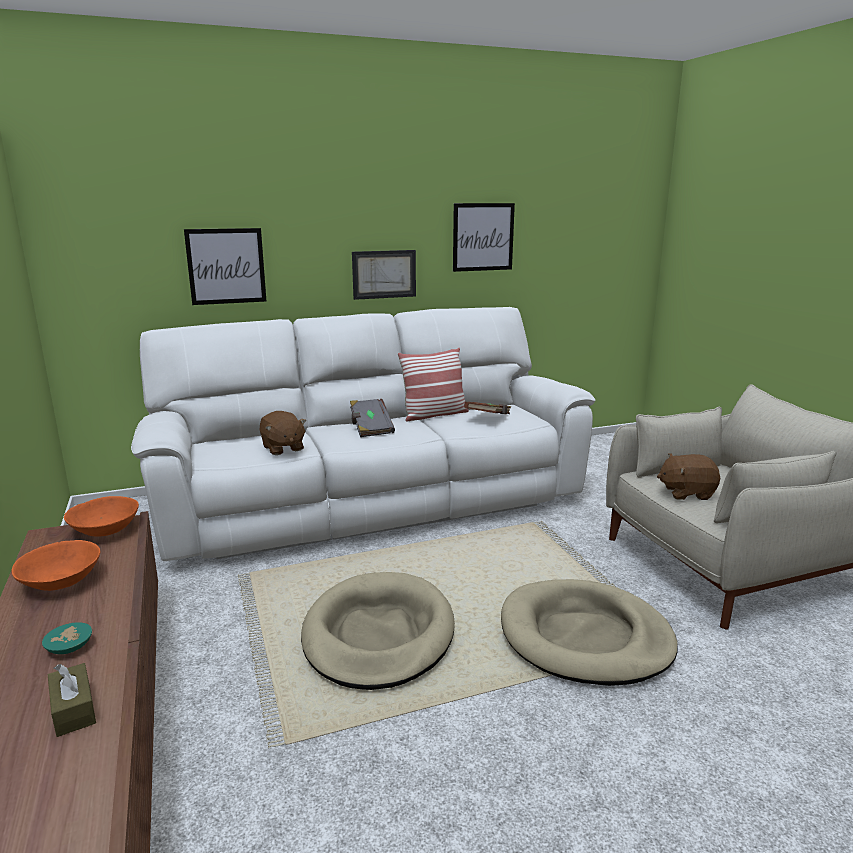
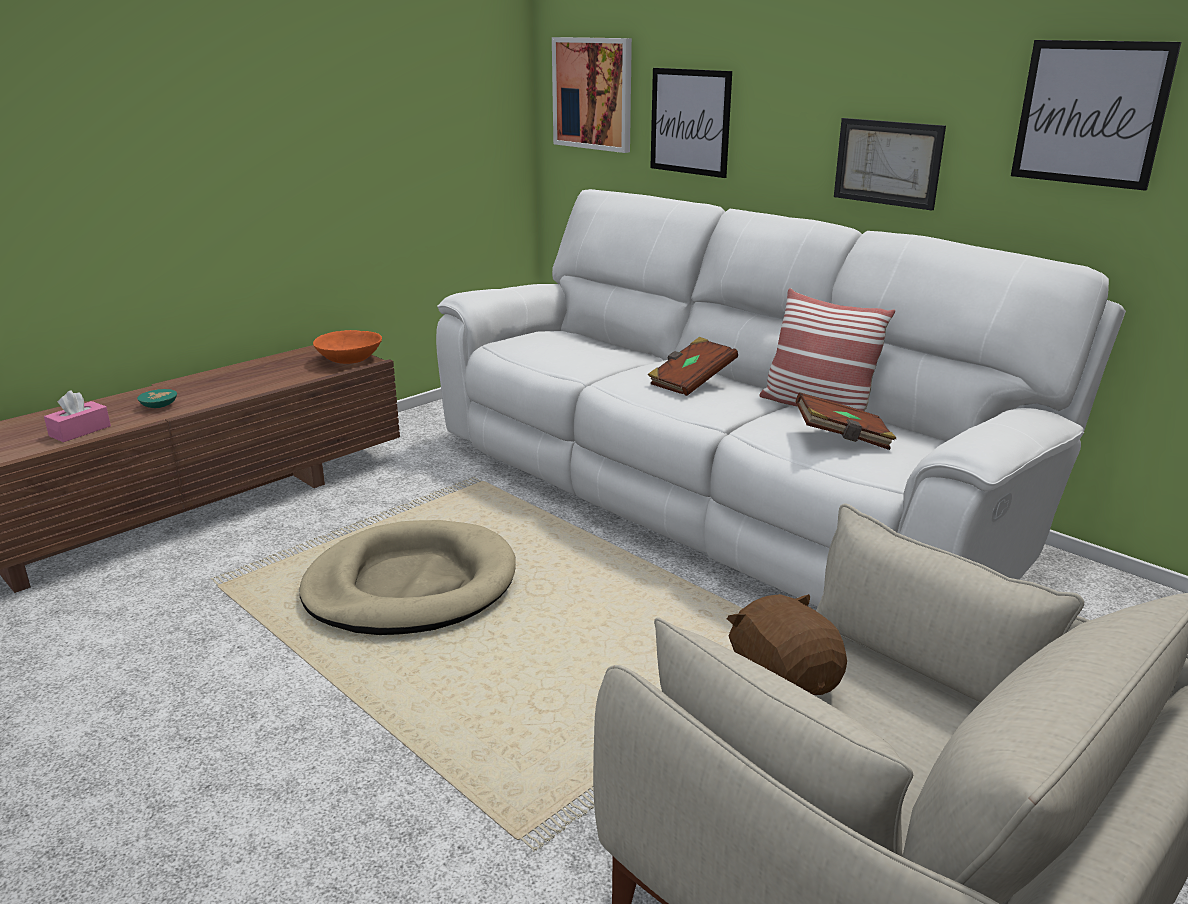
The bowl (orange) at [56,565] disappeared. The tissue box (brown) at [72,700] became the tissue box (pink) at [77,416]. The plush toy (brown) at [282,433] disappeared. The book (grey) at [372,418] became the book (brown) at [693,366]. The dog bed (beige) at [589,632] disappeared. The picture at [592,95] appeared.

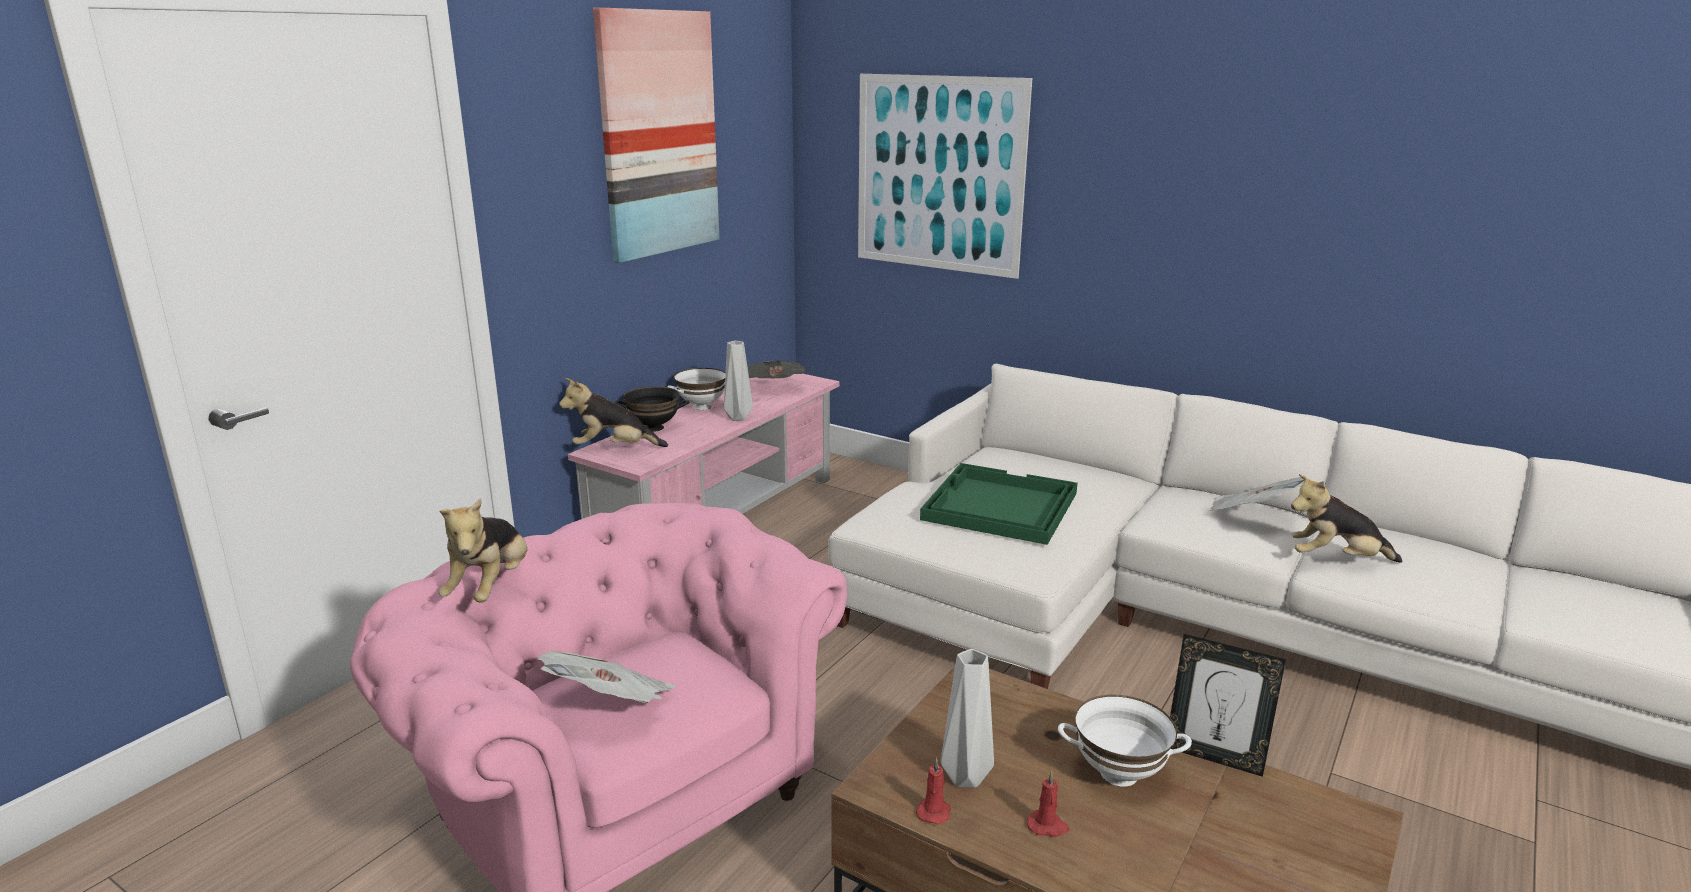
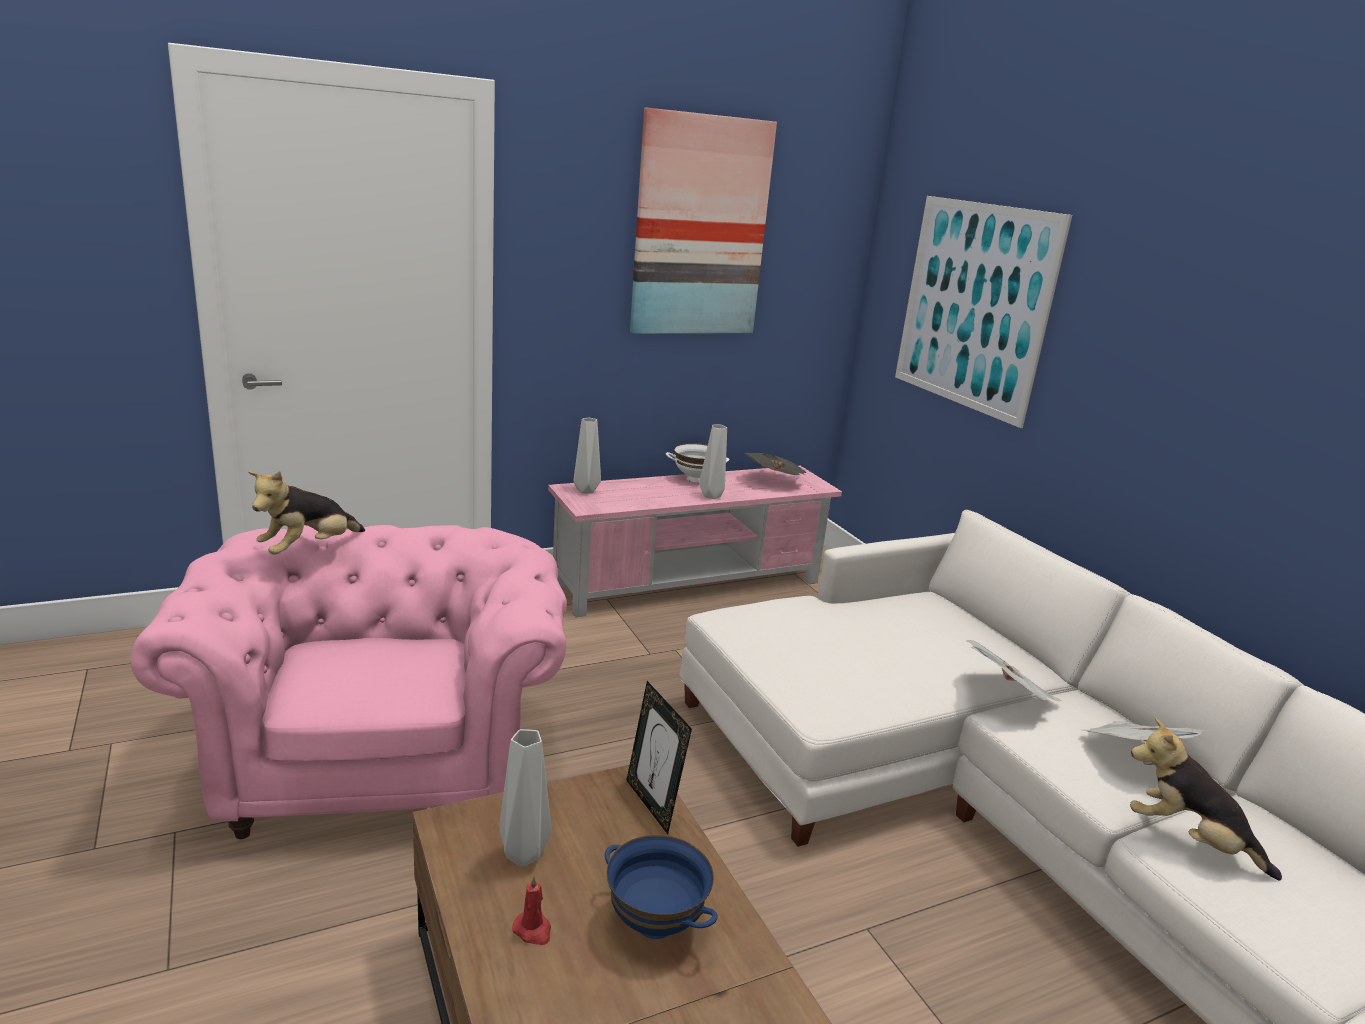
The newspaper moved from [607,677] to [1013,671]. The plush toy at [613,412] was replaced by the vase (grey) at [587,455]. The bowl (black) at [652,409] disappeared. The candle (red) at [933,791] disappeared. The tray (green) at [998,504] disappeared. The bowl (white) at [1125,741] became the bowl (blue) at [661,887]. The picture frame moved from [1228,705] to [659,757].

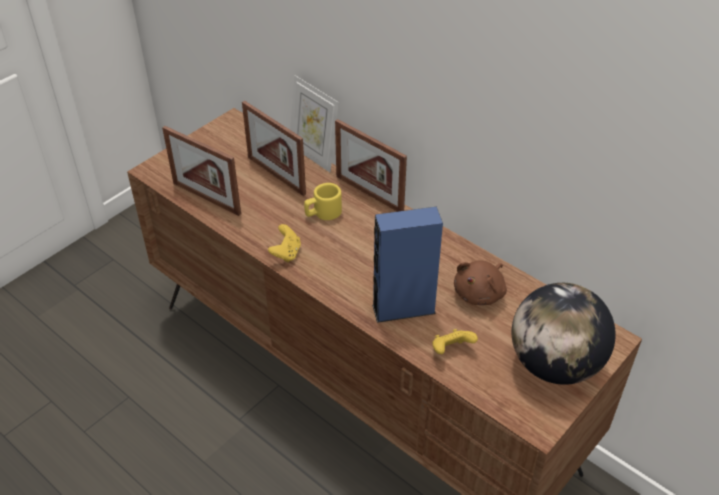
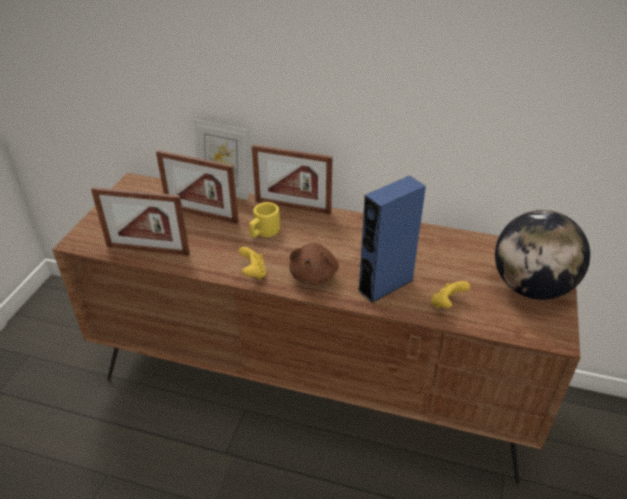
The plush toy (brown) moved from [480,282] to [314,263].

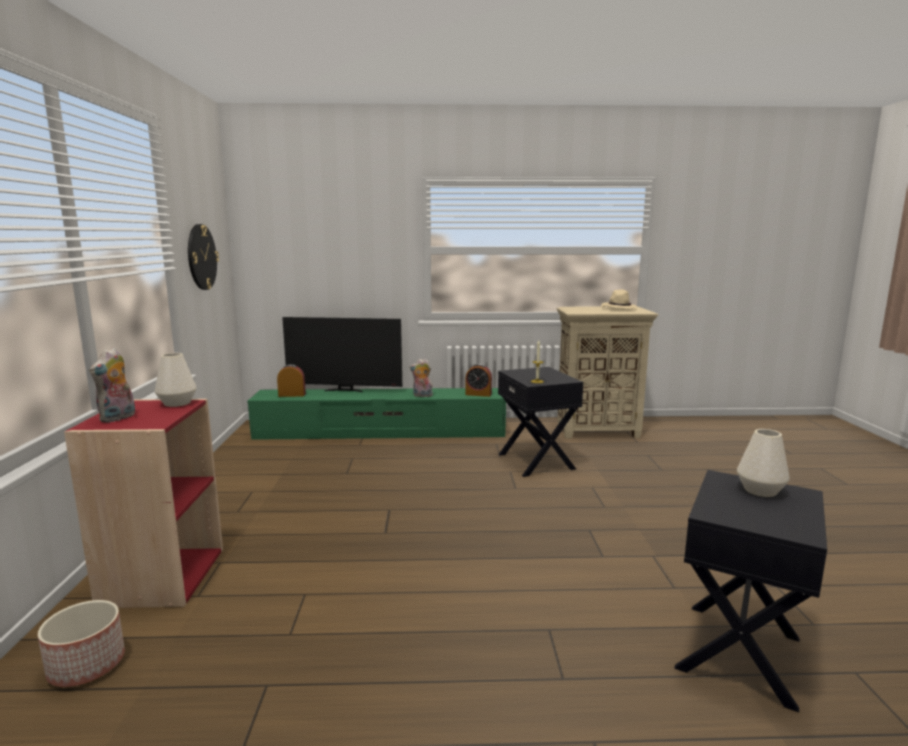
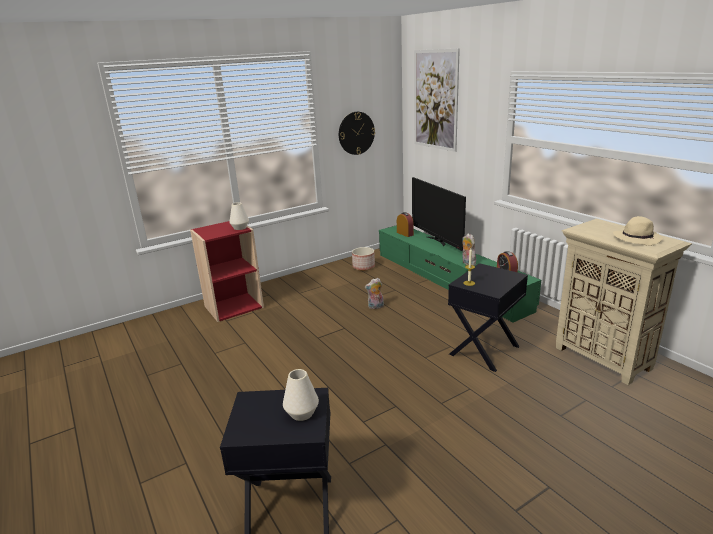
The planter moved from [81,643] to [363,259]. The plush toy moved from [112,385] to [374,293]. The picture at [437,100] appeared.

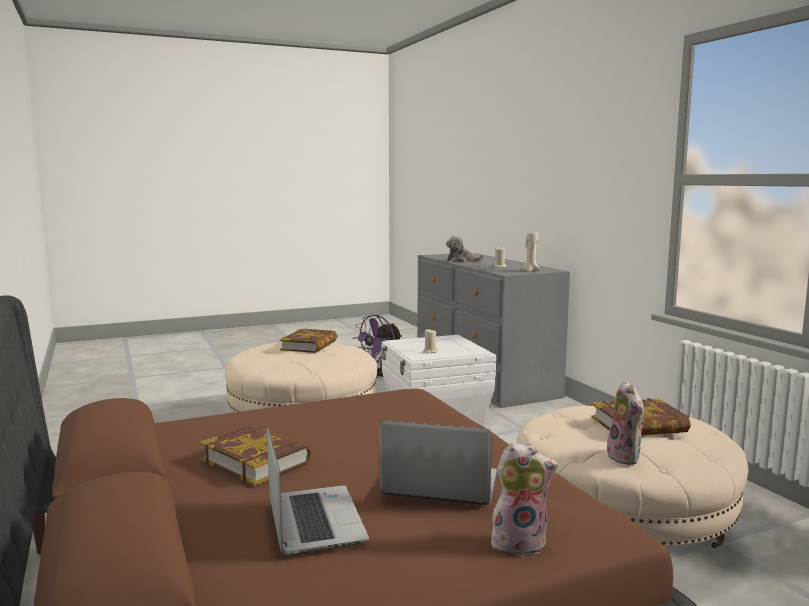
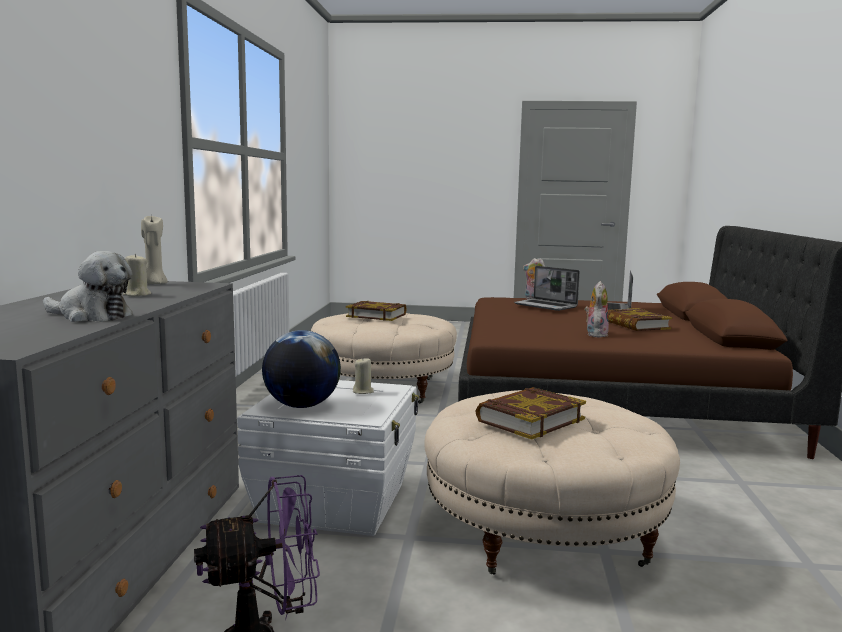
The plush toy moved from [625,423] to [597,309]. The globe at [301,369] appeared.

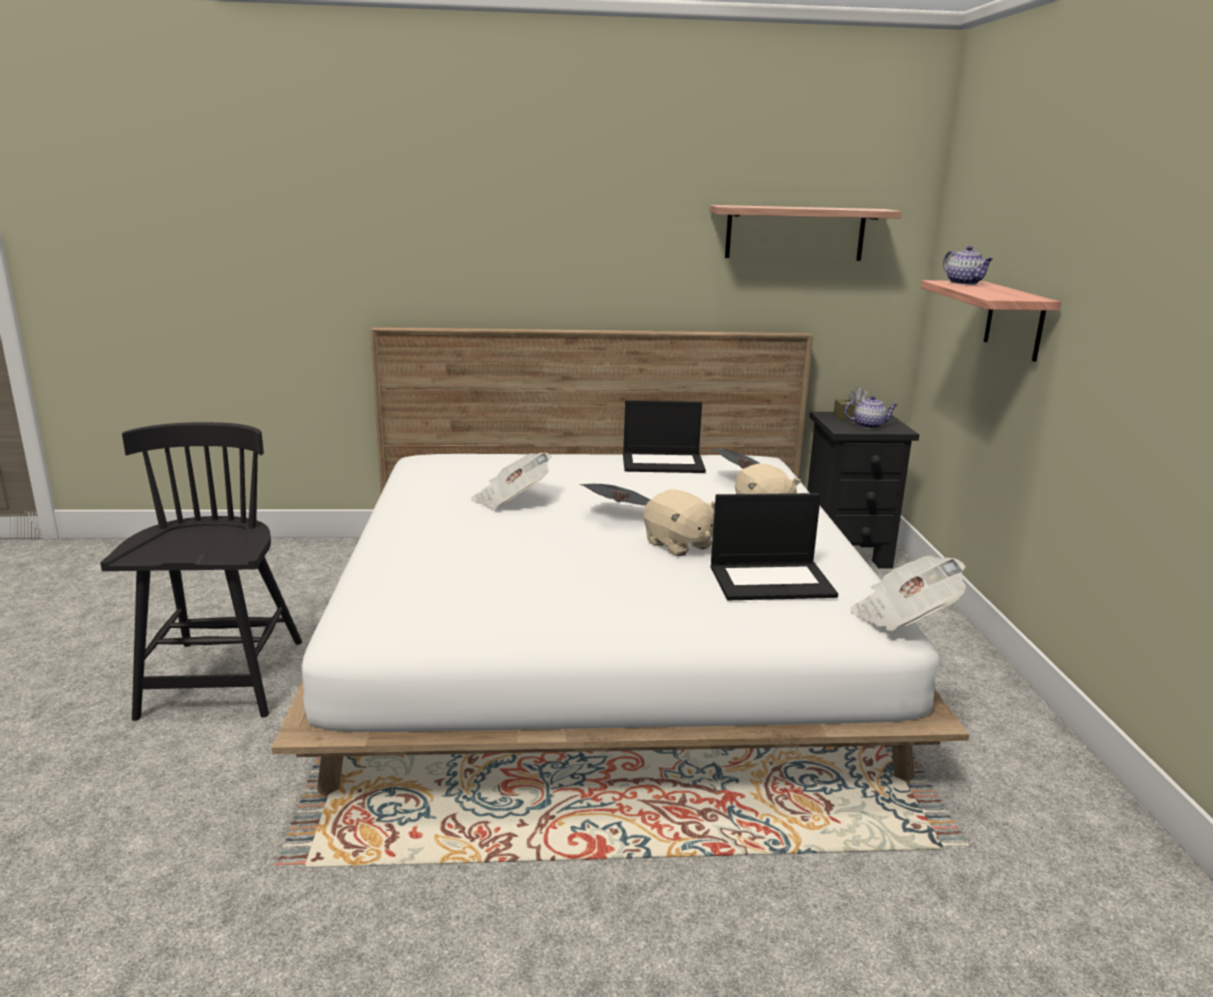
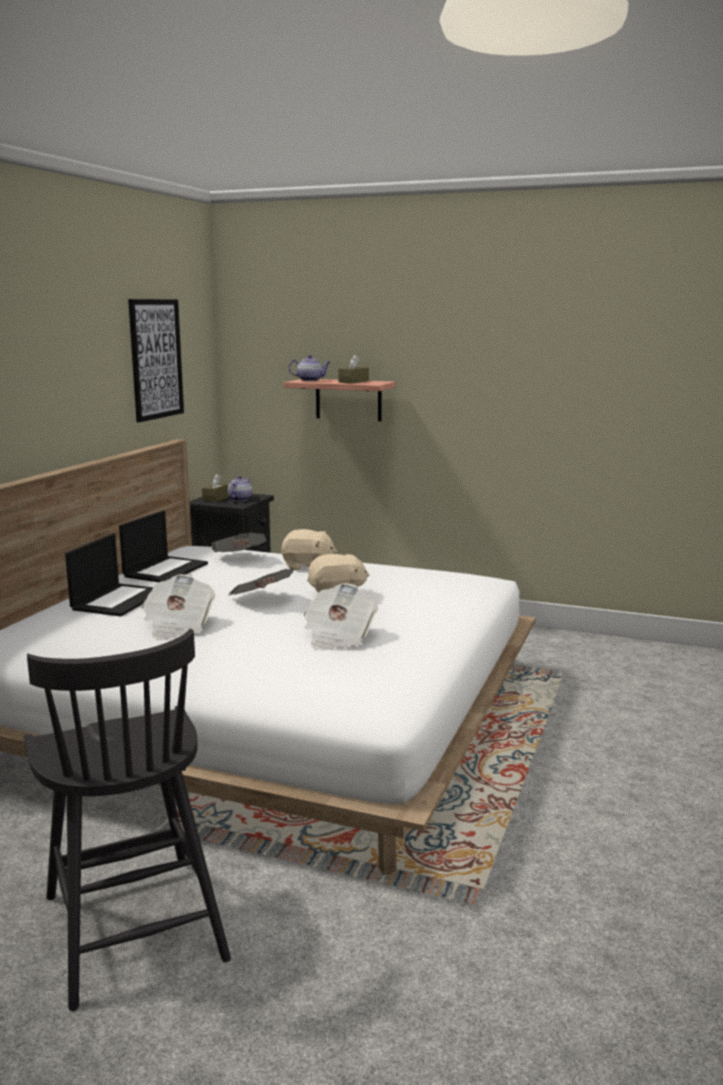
The chair (black) at [201,571] turned 135 degrees counterclockwise. The shelf at [805,233] was replaced by the picture at [156,360]. The laptop moved from [774,546] to [109,574]. The newspaper moved from [908,593] to [341,616]. The tissue box (brown) at [353,369] appeared.

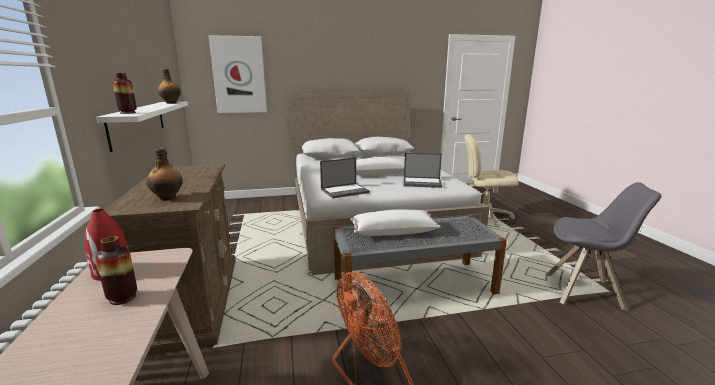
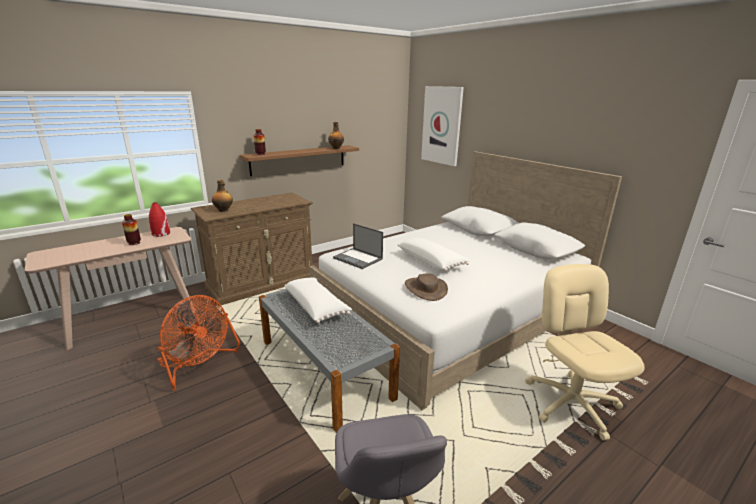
The shelf (white) at [142,127] became the shelf (brown) at [299,160]. The laptop at [422,170] was replaced by the hat (brown) at [426,287].

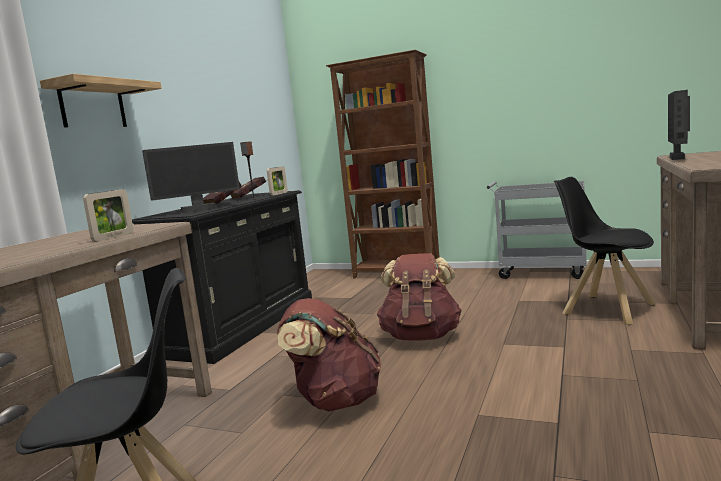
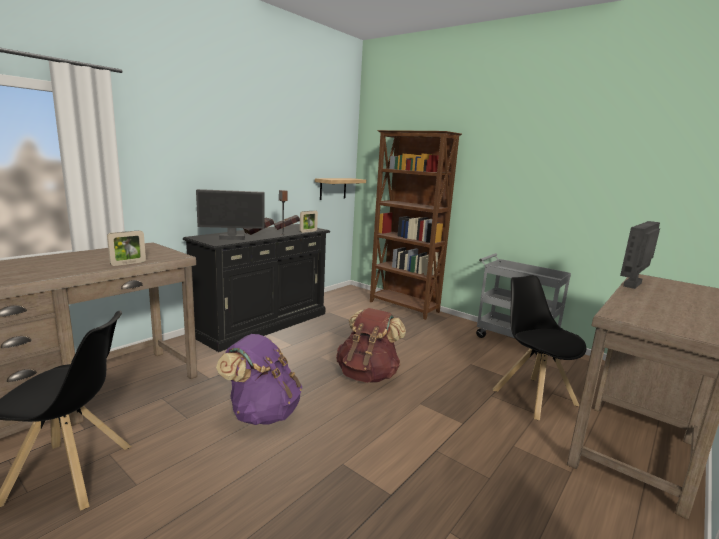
The shelf moved from [101,100] to [340,189]. The backpack (brown) at [329,354] became the backpack (purple) at [259,379].

